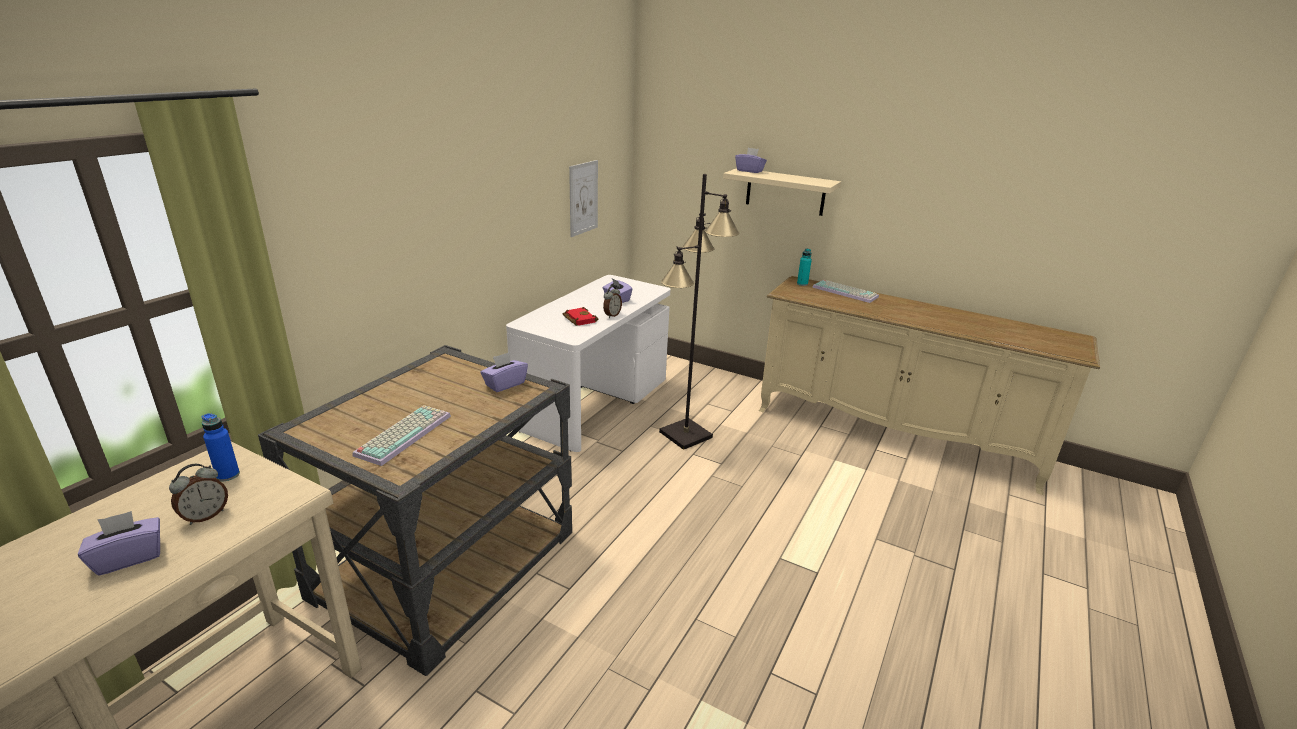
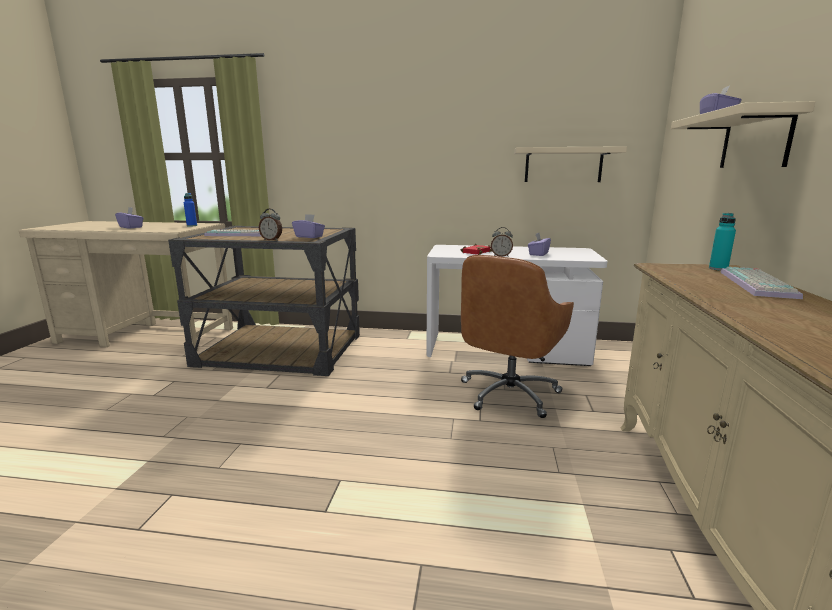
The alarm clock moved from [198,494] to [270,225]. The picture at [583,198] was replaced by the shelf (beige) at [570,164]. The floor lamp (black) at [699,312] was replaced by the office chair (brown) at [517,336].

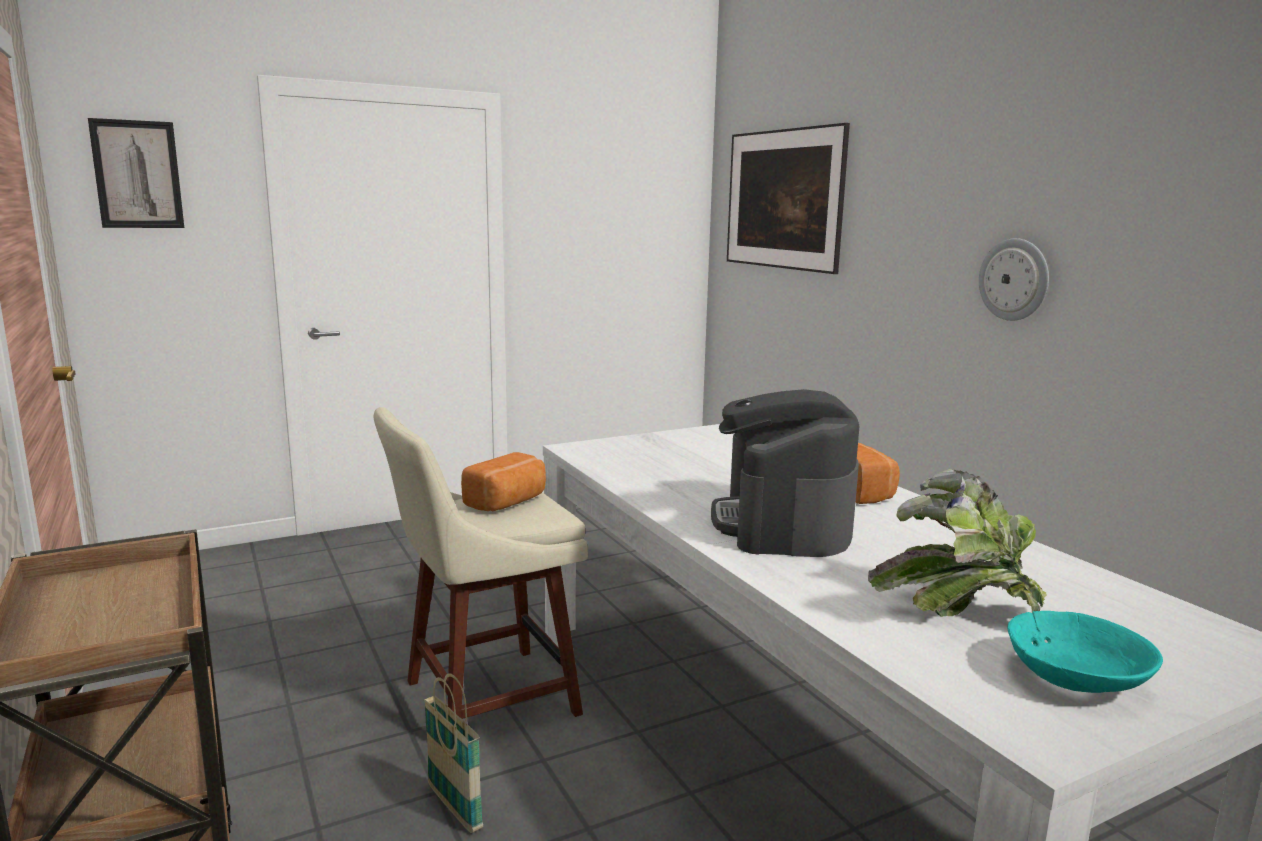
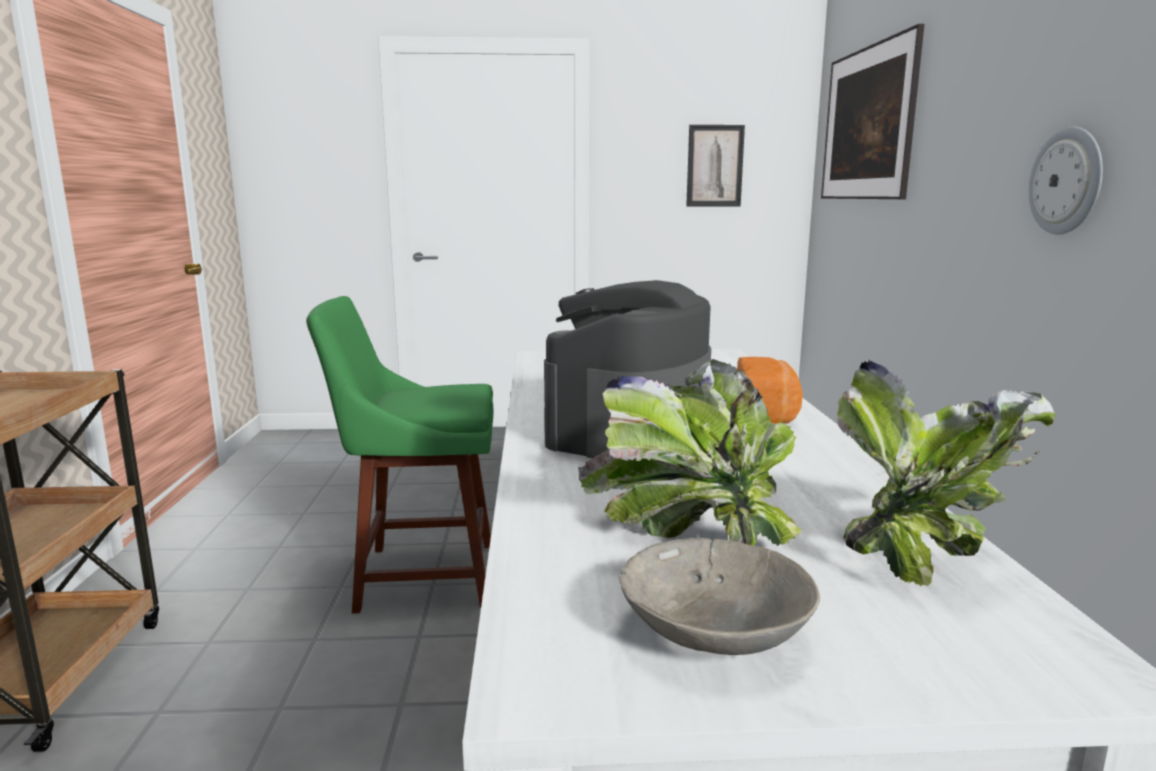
The picture moved from [136,173] to [715,166]. The stool (beige) at [481,563] became the stool (green) at [399,455]. The basket at [453,753] disappeared. The bread at [503,481] disappeared. The bowl (turquoise) at [1085,652] became the bowl (grey) at [719,596]. The potted plant at [946,473] appeared.

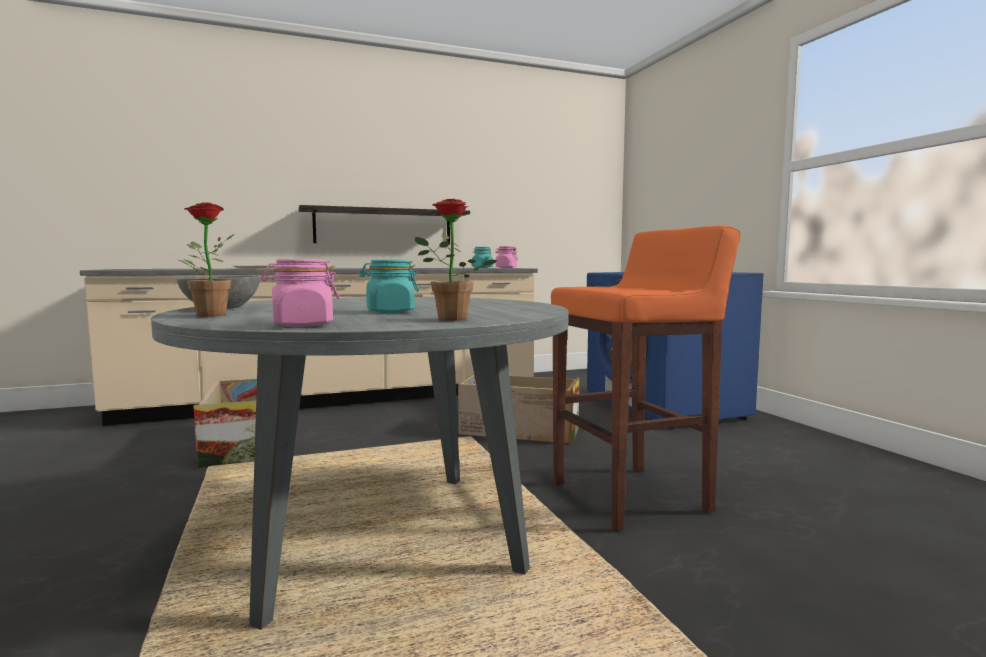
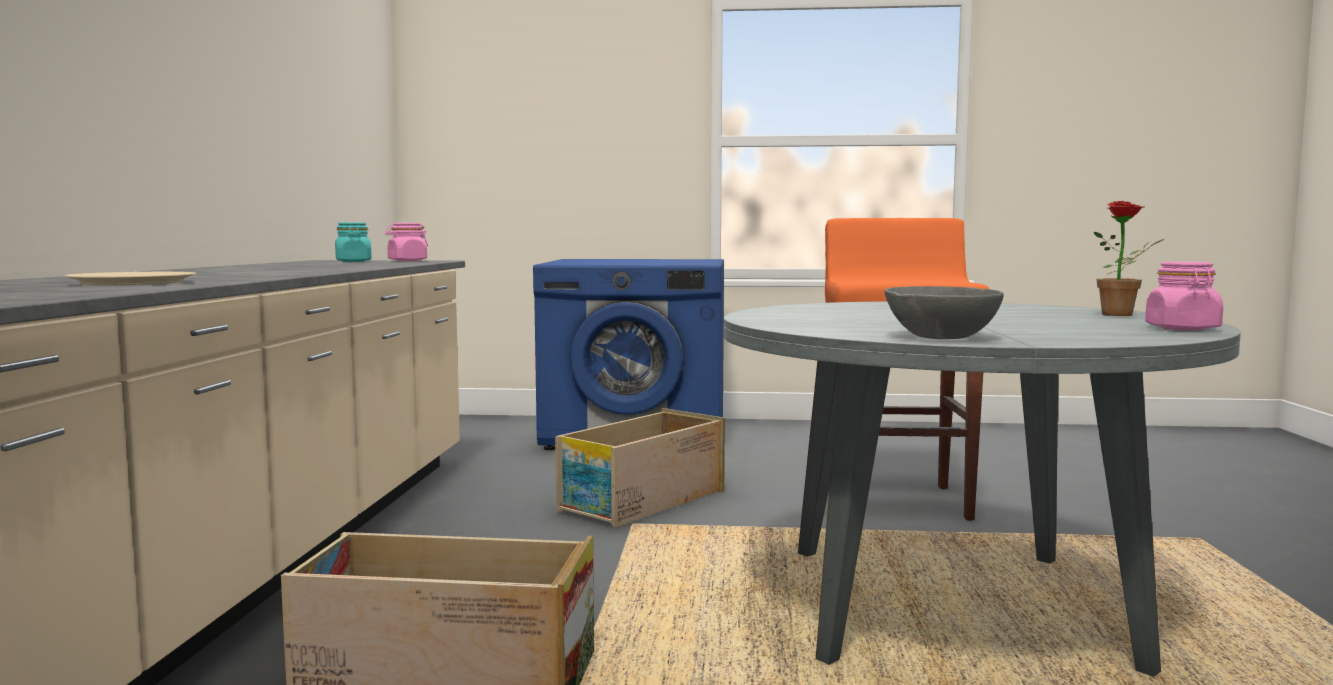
The potted plant at [206,259] disappeared. The shelf at [384,225] disappeared. The jar (turquoise) at [389,286] disappeared.

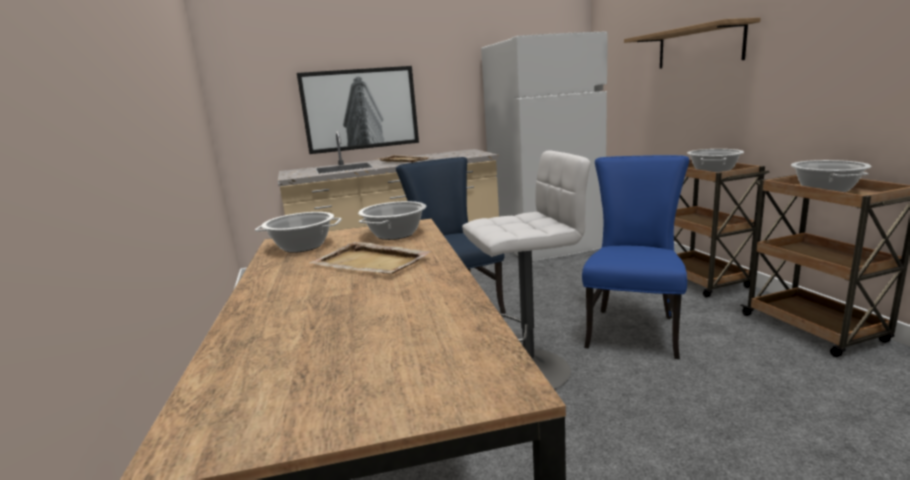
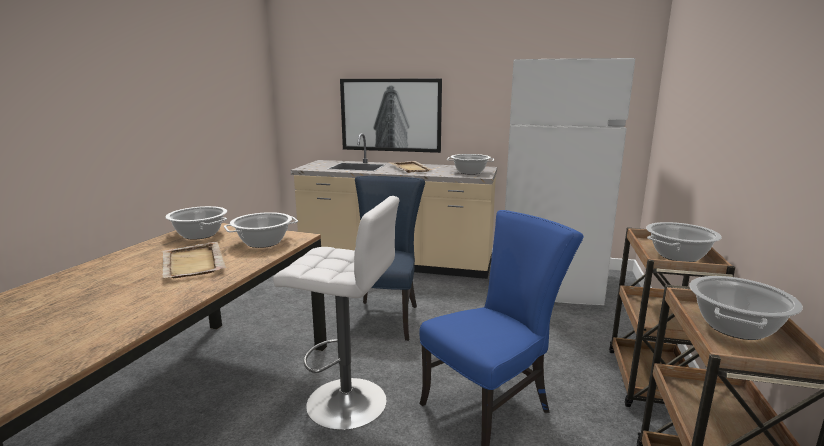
The shelf at [692,43] disappeared. The cooking pot at [470,164] appeared.

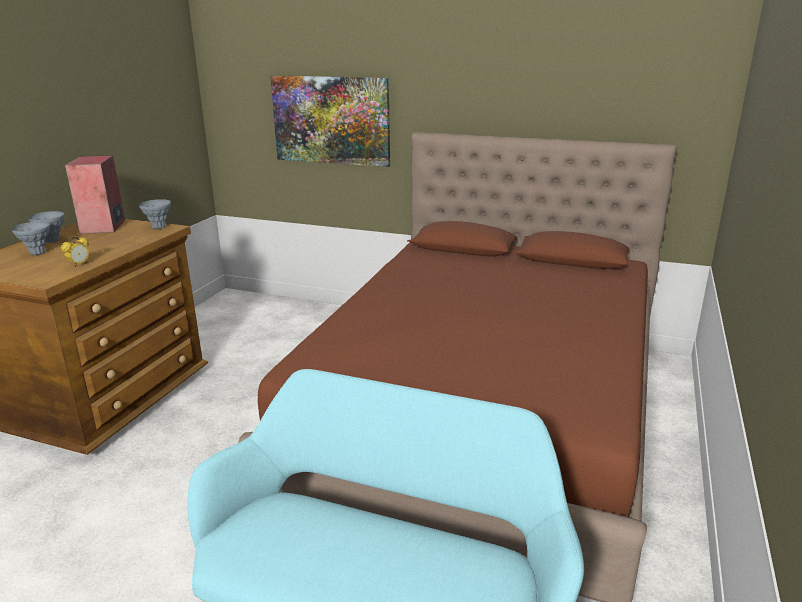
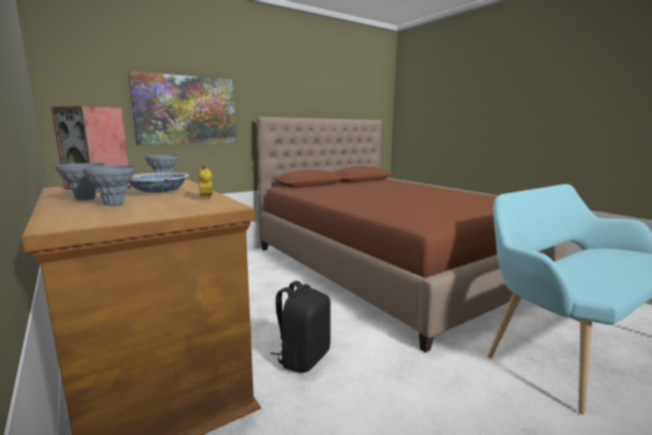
The bowl at [159,182] appeared. The backpack (black) at [300,327] appeared.

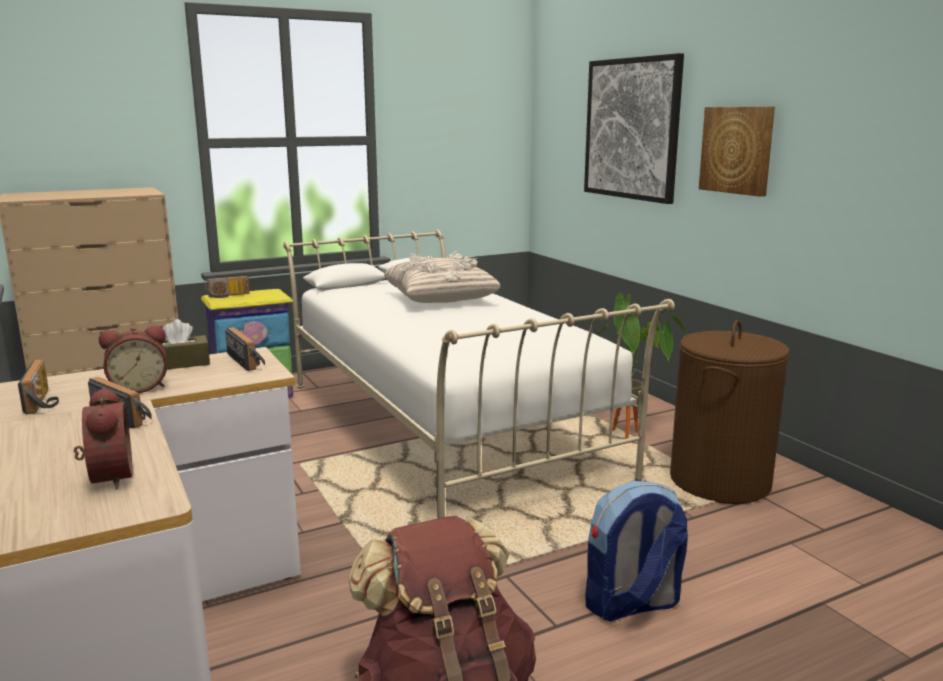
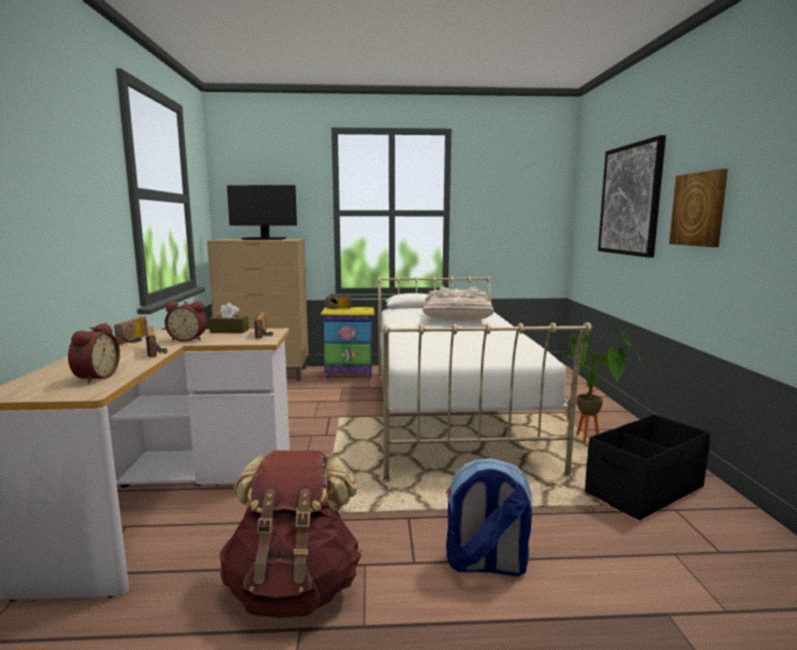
The laundry basket (brown) at [730,412] was replaced by the storage box (black) at [647,467]. The monitor at [262,212] appeared.

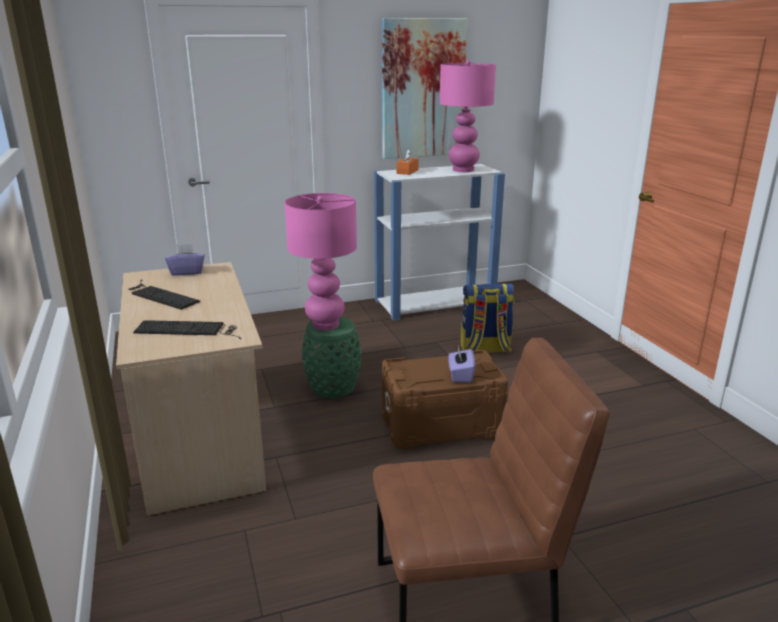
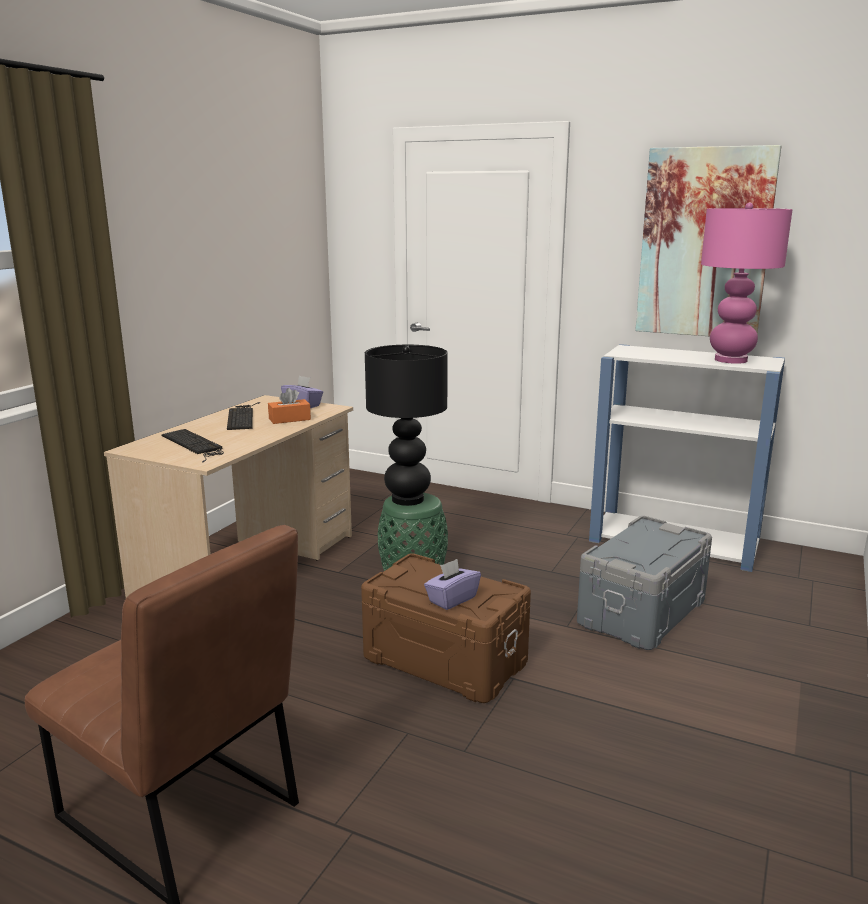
The table lamp (pink) at [321,262] became the table lamp (black) at [406,425]. The tissue box (orange) moved from [407,162] to [289,406]. The backpack at [488,318] was replaced by the storage box (grey) at [644,583].

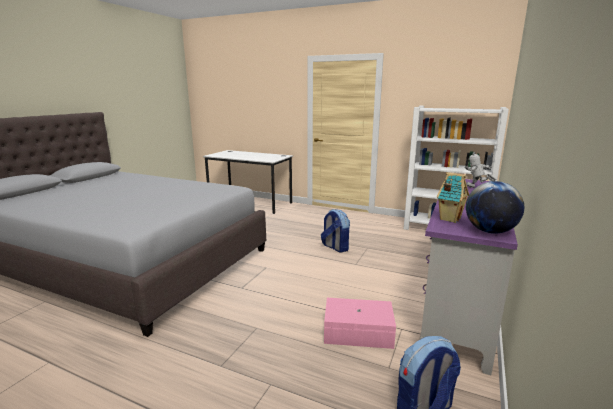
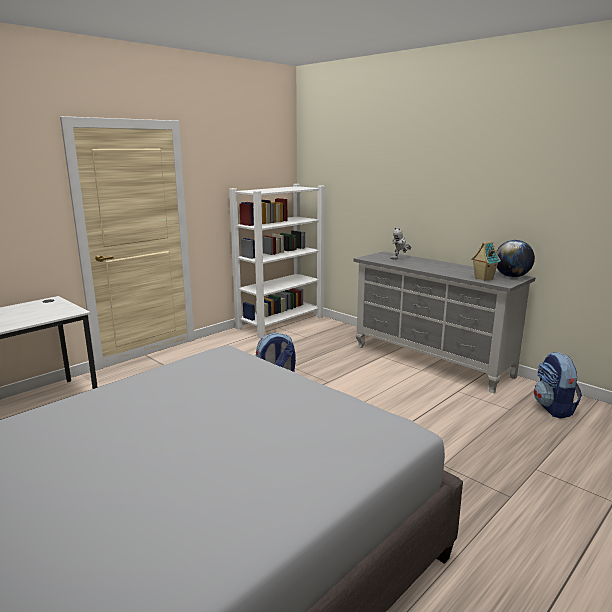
The storage box (pink) at [360,323] disappeared. The dresser (purple) at [468,277] became the dresser (grey) at [444,322].

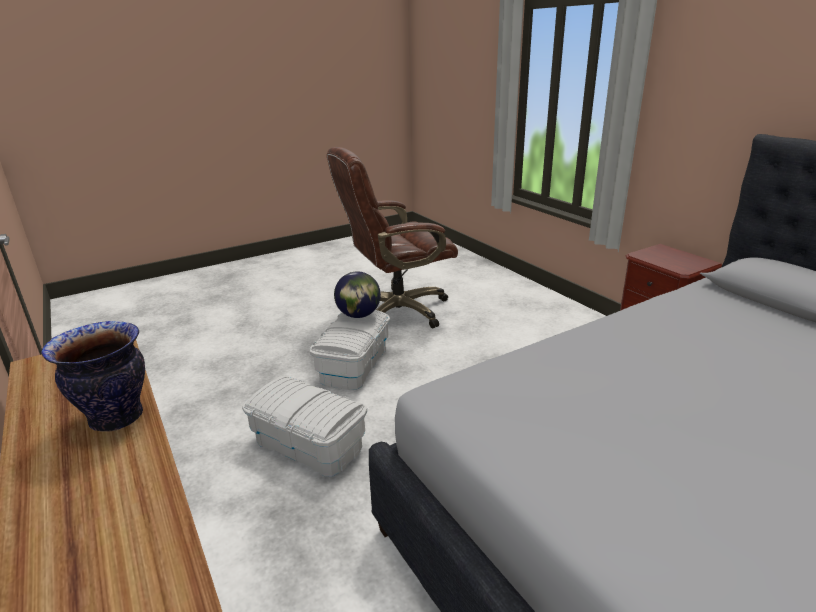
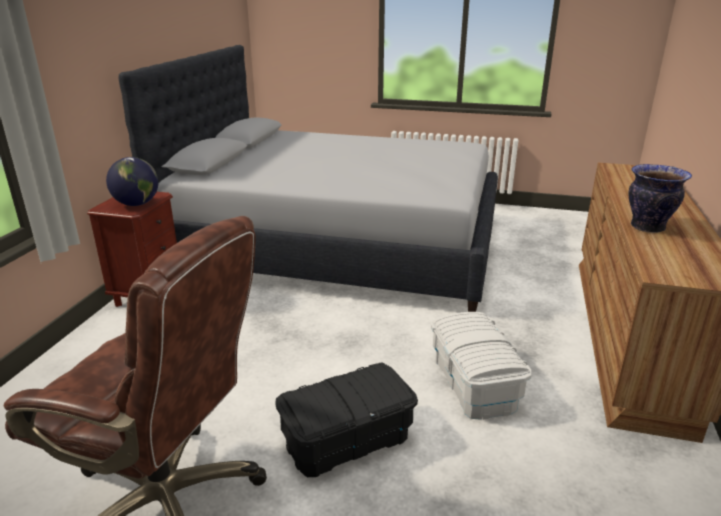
The storage box (white) at [350,350] became the storage box (black) at [347,419]. The globe moved from [357,294] to [132,181].

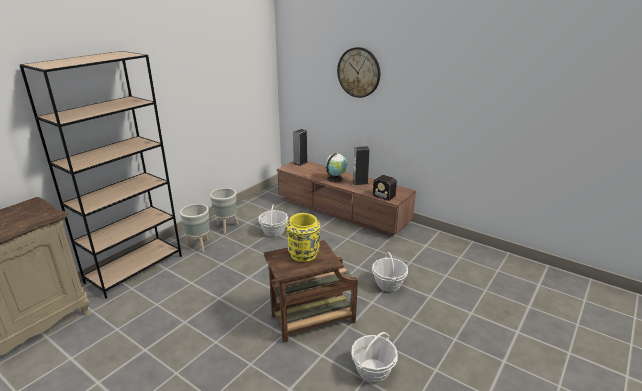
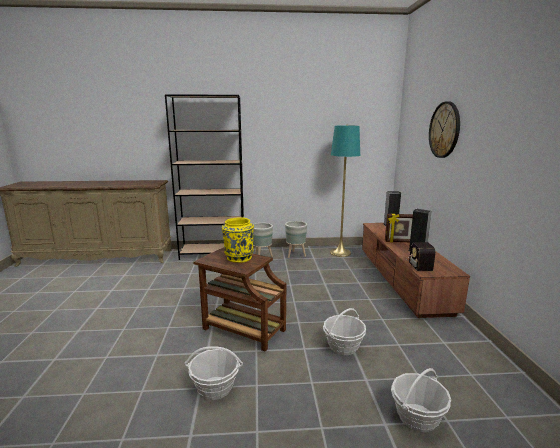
The basket moved from [273,220] to [421,400]. The globe at [336,168] was replaced by the picture frame at [399,228]. The floor lamp (turquoise) at [345,191] appeared.

